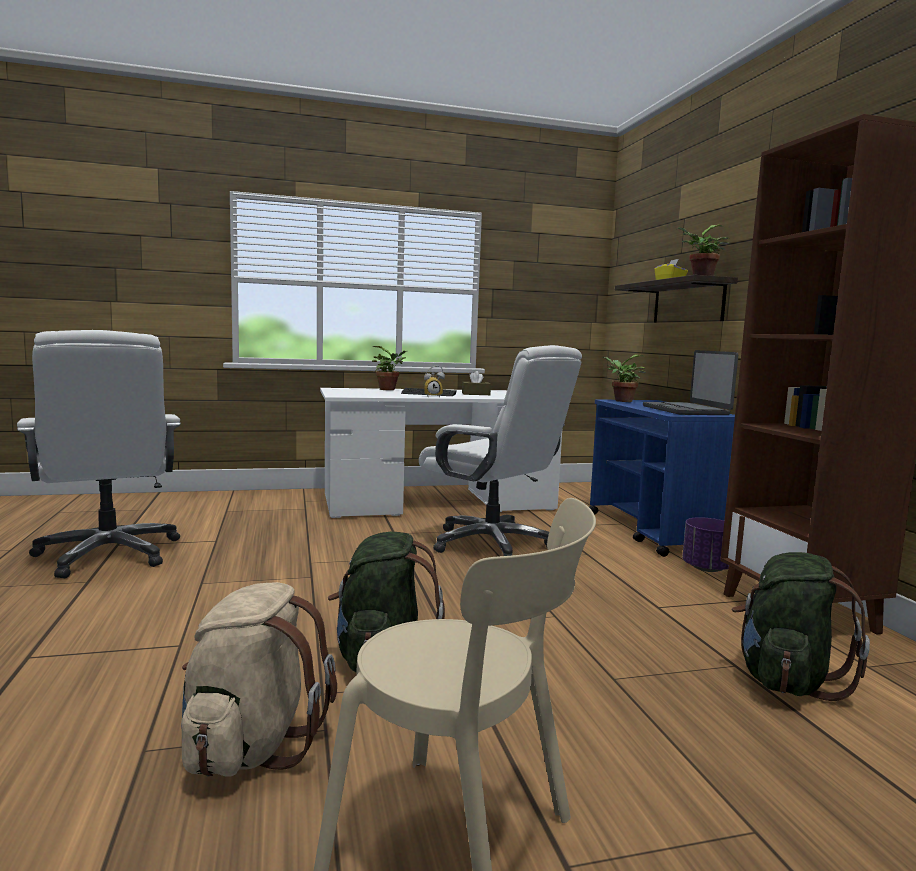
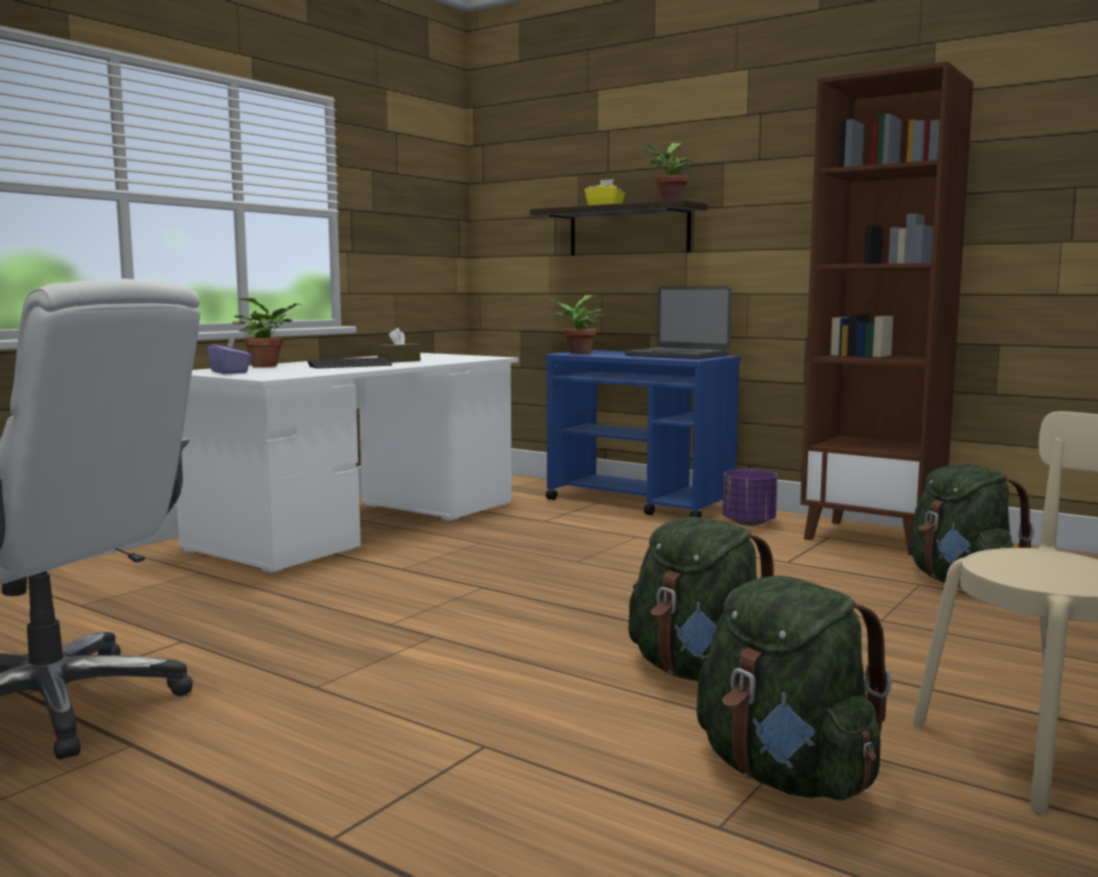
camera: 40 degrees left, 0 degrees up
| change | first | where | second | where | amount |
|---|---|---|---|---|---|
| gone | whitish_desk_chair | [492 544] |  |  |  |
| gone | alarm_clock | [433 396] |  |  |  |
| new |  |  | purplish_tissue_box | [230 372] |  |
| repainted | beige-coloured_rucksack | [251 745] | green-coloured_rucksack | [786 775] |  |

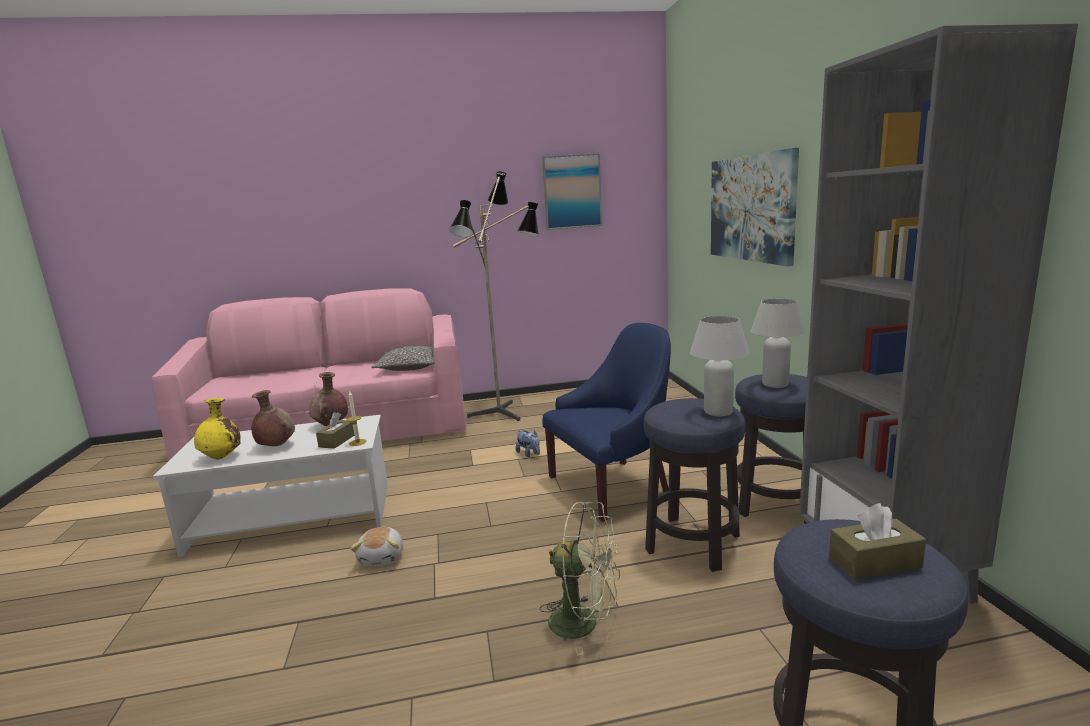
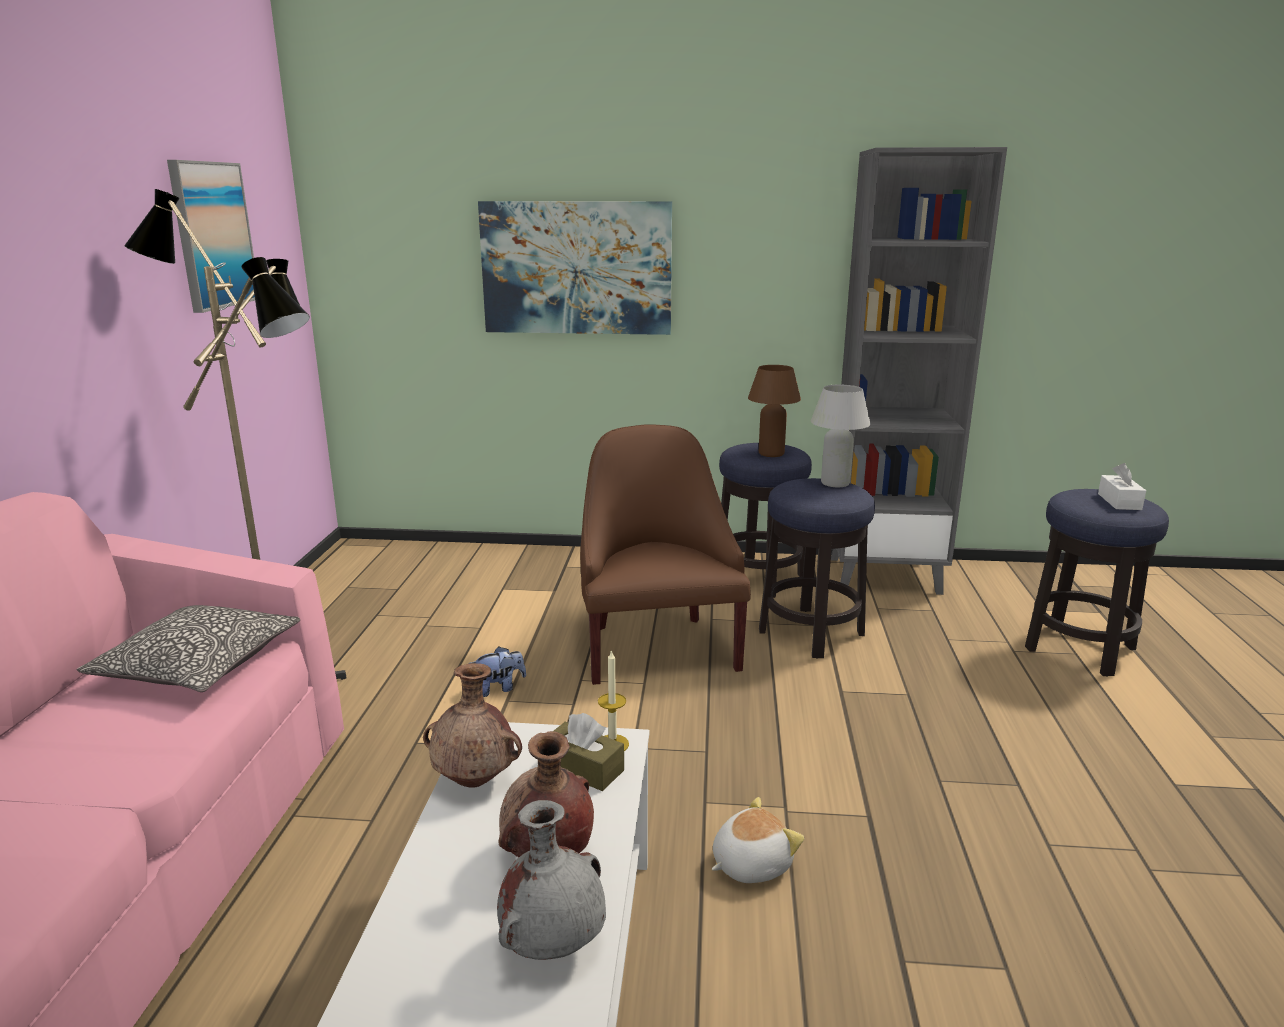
camera: 75 degrees left, 5 degrees up
| change | first | where | second | where | amount |
|---|---|---|---|---|---|
| gone | green-coloured_electric_fan | [584 623] |  |  |  |
| repainted | yellow_vase | [222 457] | gray_vase | [554 944] |  |
| repainted | blue_armchair | [612 486] | brownish_armchair | [657 647] |  |
| repainted | whitish_tabletop_lamp | [775 384] | brownish_tabletop_lamp | [771 454] |  |
| repainted | brownish_tissue_box | [874 562] | whitish_tissue_box | [1119 501] |  |
| rotated | cuddly_toy | [382 557] |  | [750 863] | 45 degrees counterclockwise |

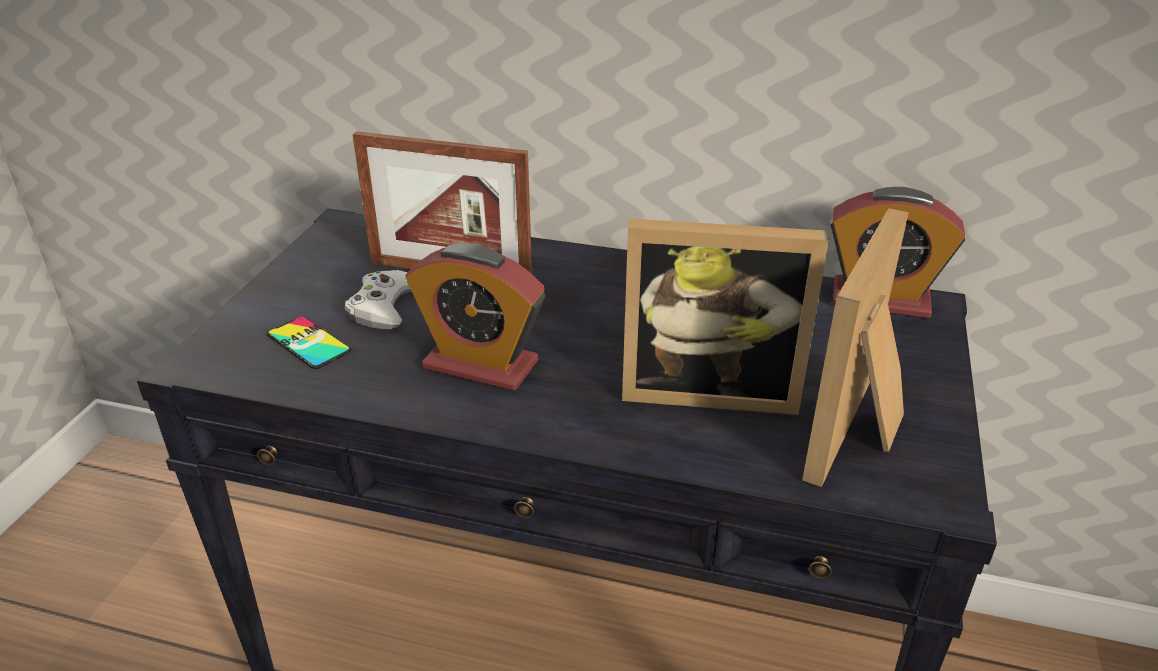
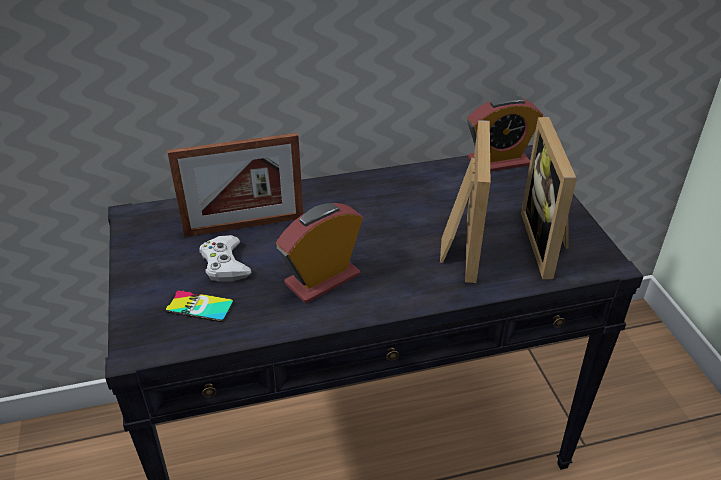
camera: 30 degrees left, 5 degrees up
| change | first | where | second | where | amount |
|---|---|---|---|---|---|
| rotated | alarm_clock | [480 365] |  | [322 279] | 150 degrees clockwise |
| rotated | picture_frame | [709 389] |  | [458 246] | 60 degrees counterclockwise |

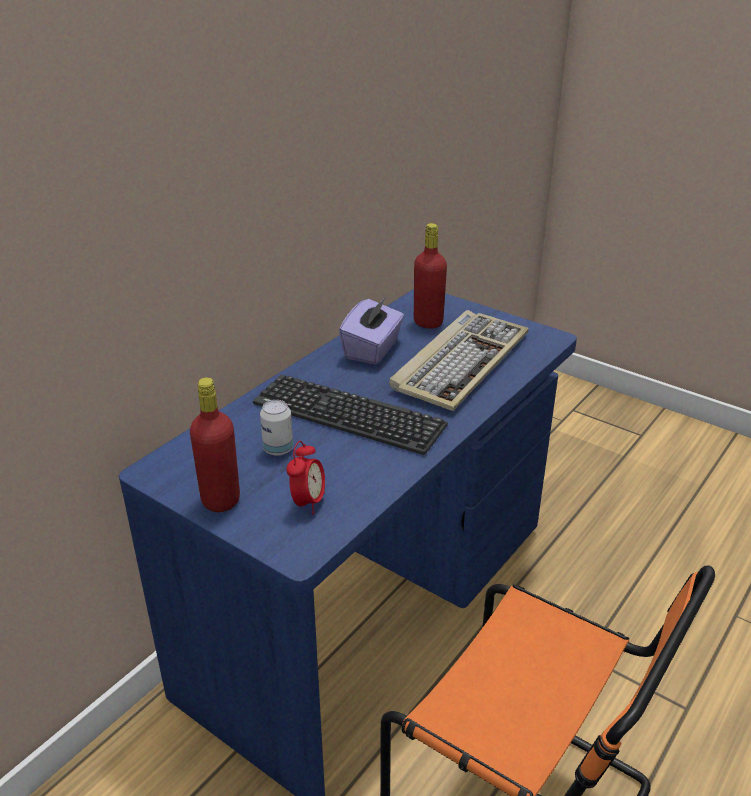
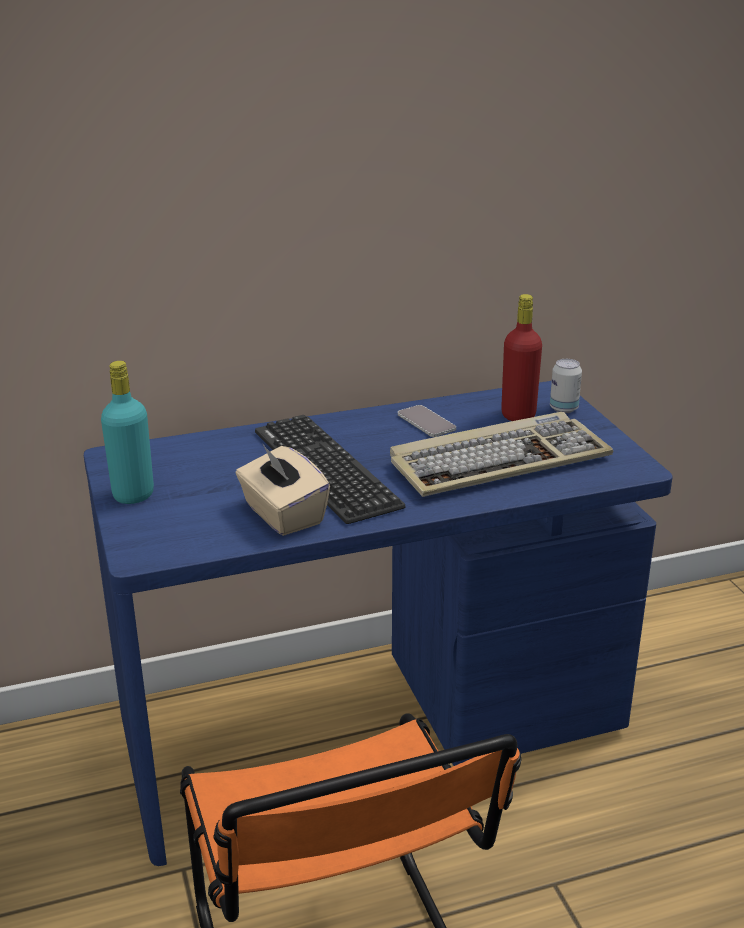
camera: 35 degrees right, 5 degrees down
| change | first | where | second | where | amount |
|---|---|---|---|---|---|
| gone | alarm_clock | [308 502] |  |  |  |
| new |  |  | beige-coloured_tissue_box | [282 515] |  |
| shifted | metal_can | [278 449] |  | [563 409] |  |
| swapped | purplish_tissue_box | [372 349] | phone | [426 422] |  |
| repainted | reddish_drink_bottle | [221 500] | turquoise-coloured_drink_bottle | [133 495] |  |

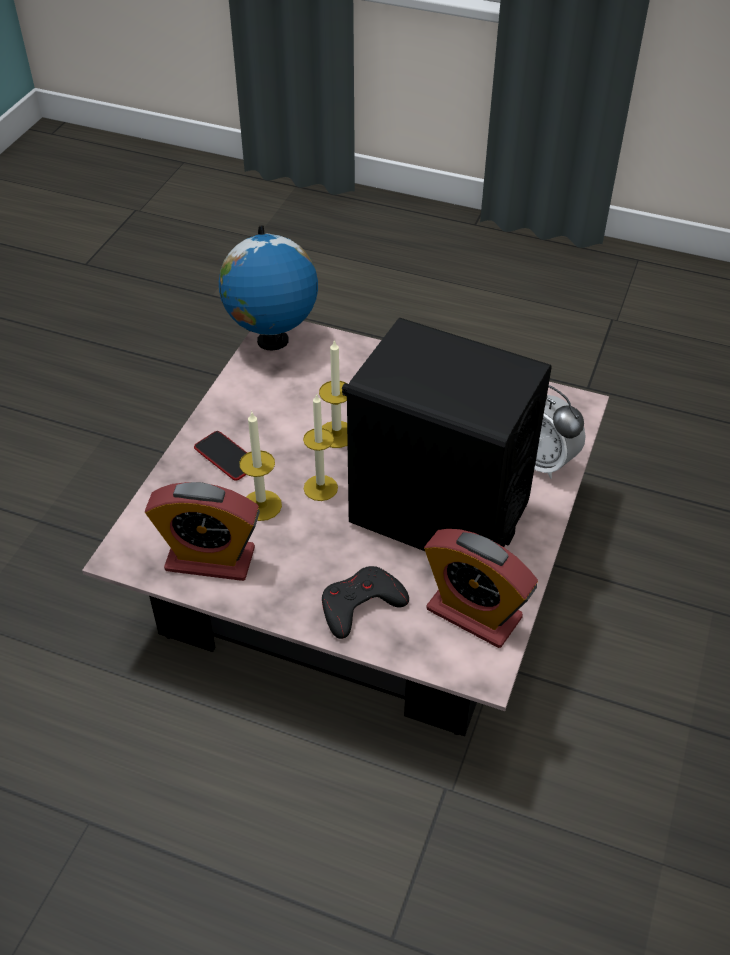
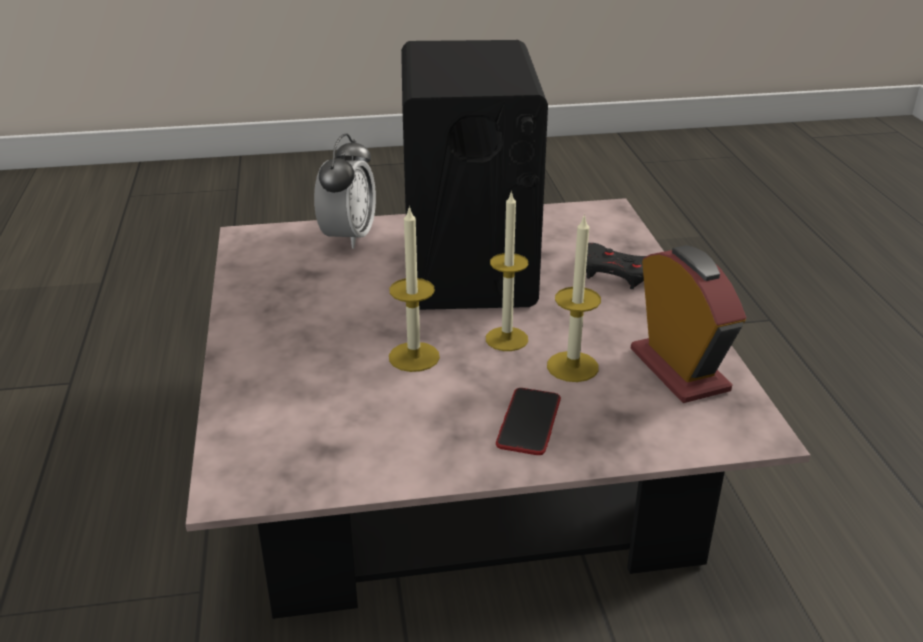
camera: 120 degrees left, 15 degrees down
| change | first | where | second | where | amount |
|---|---|---|---|---|---|
| gone | world_globe | [272 341] |  |  |  |
| gone | alarm_clock | [474 613] |  |  |  |

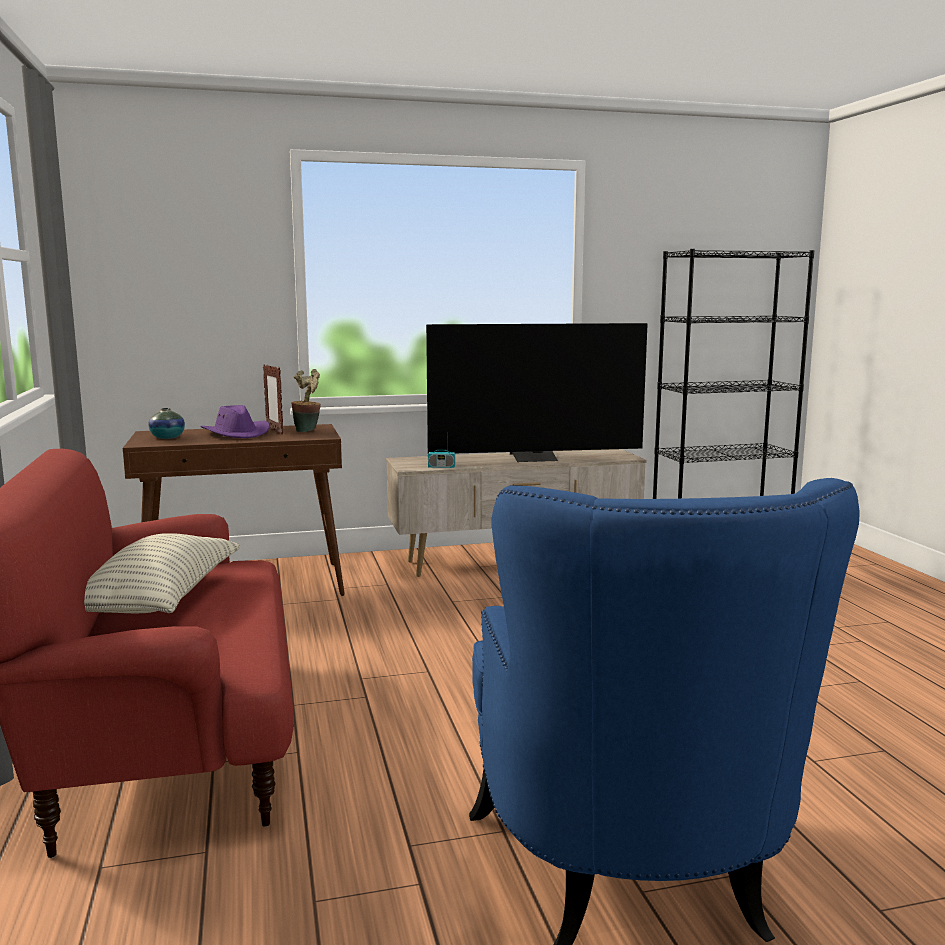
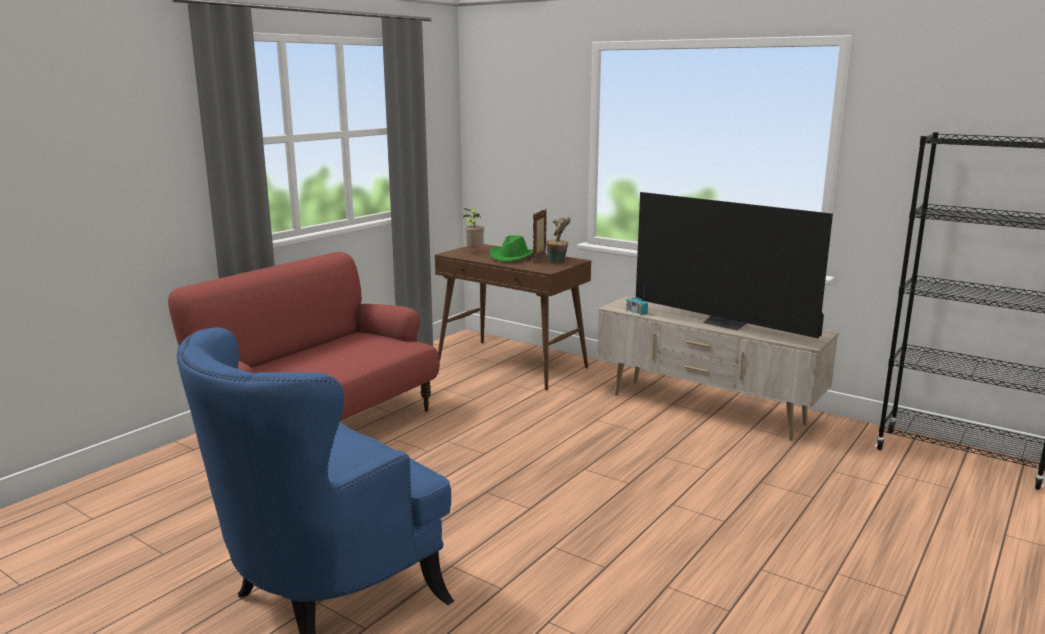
camera: 50 degrees right, 5 degrees up
| change | first | where | second | where | amount |
|---|---|---|---|---|---|
| gone | throw_pillow | [158 601] |  |  |  |
| swapped | vase | [167 437] | potted_plant | [474 251] |  |
| repainted | purplish_hat | [237 434] | green-coloured_hat | [513 257] |  |

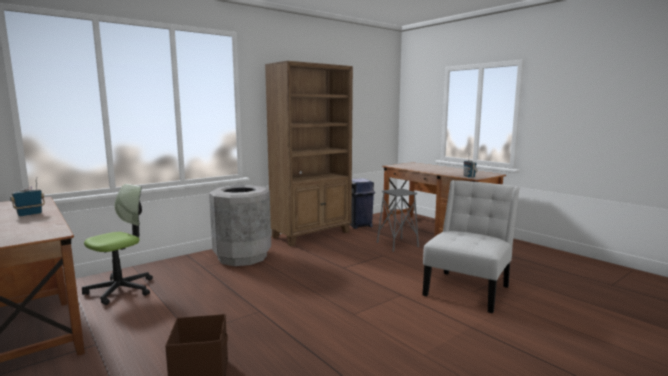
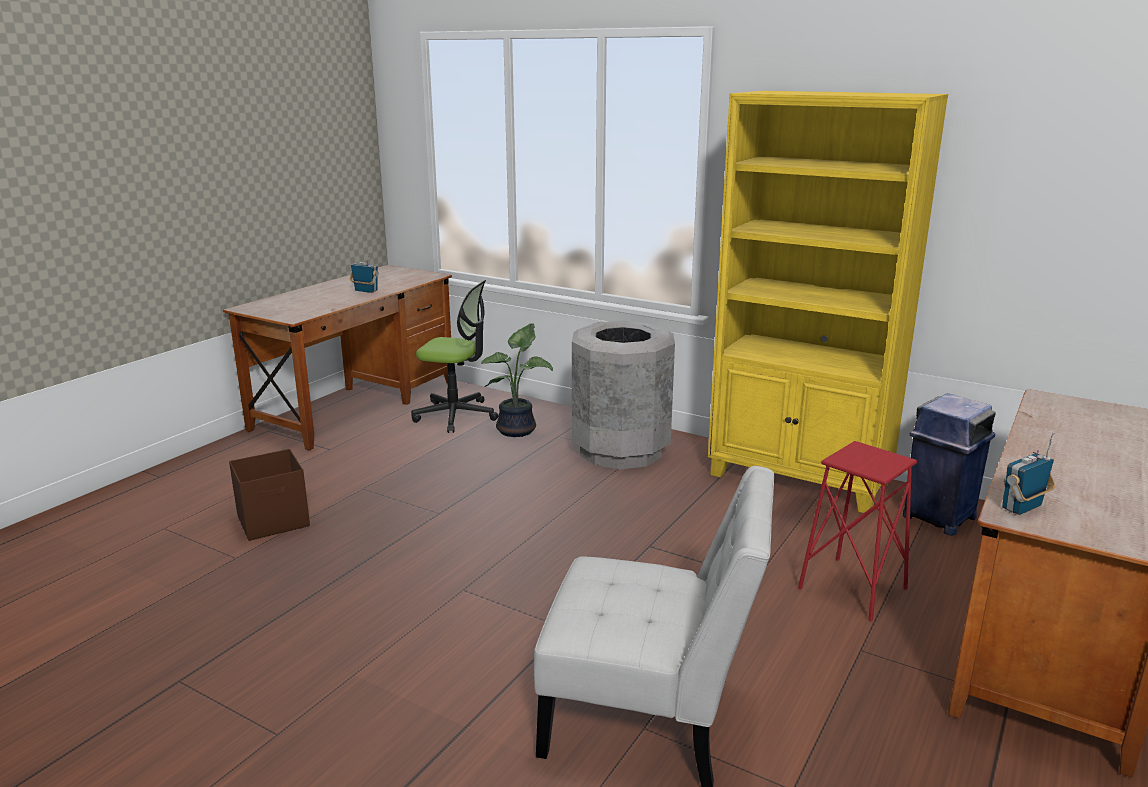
camera: 70 degrees right, 10 degrees up
| change | first | where | second | where | amount |
|---|---|---|---|---|---|
| new |  |  | potted_plant | [519 430] |  |
| repainted | brownish_shelving_unit | [312 234] | yellow_shelving_unit | [800 479] |  |
| repainted | gray_stool_seat | [397 245] | reddish_stool_seat | [852 588] |  |

